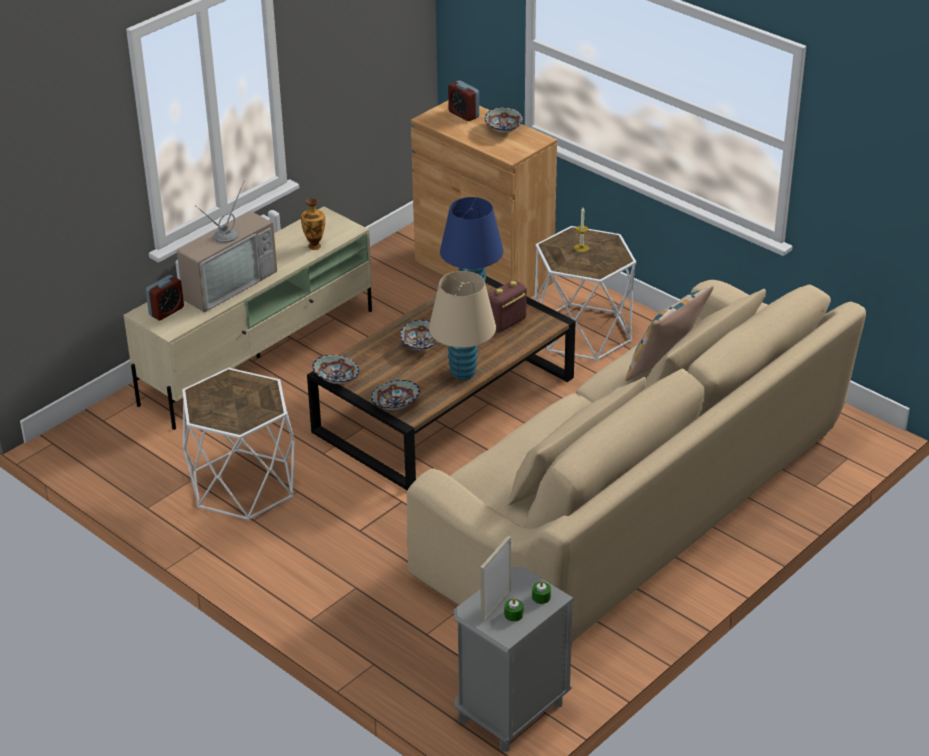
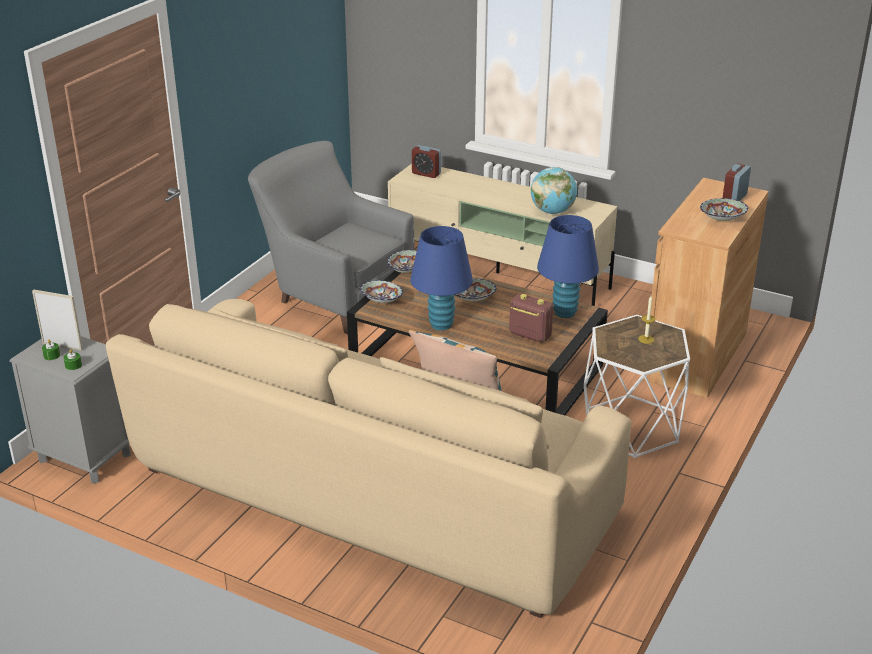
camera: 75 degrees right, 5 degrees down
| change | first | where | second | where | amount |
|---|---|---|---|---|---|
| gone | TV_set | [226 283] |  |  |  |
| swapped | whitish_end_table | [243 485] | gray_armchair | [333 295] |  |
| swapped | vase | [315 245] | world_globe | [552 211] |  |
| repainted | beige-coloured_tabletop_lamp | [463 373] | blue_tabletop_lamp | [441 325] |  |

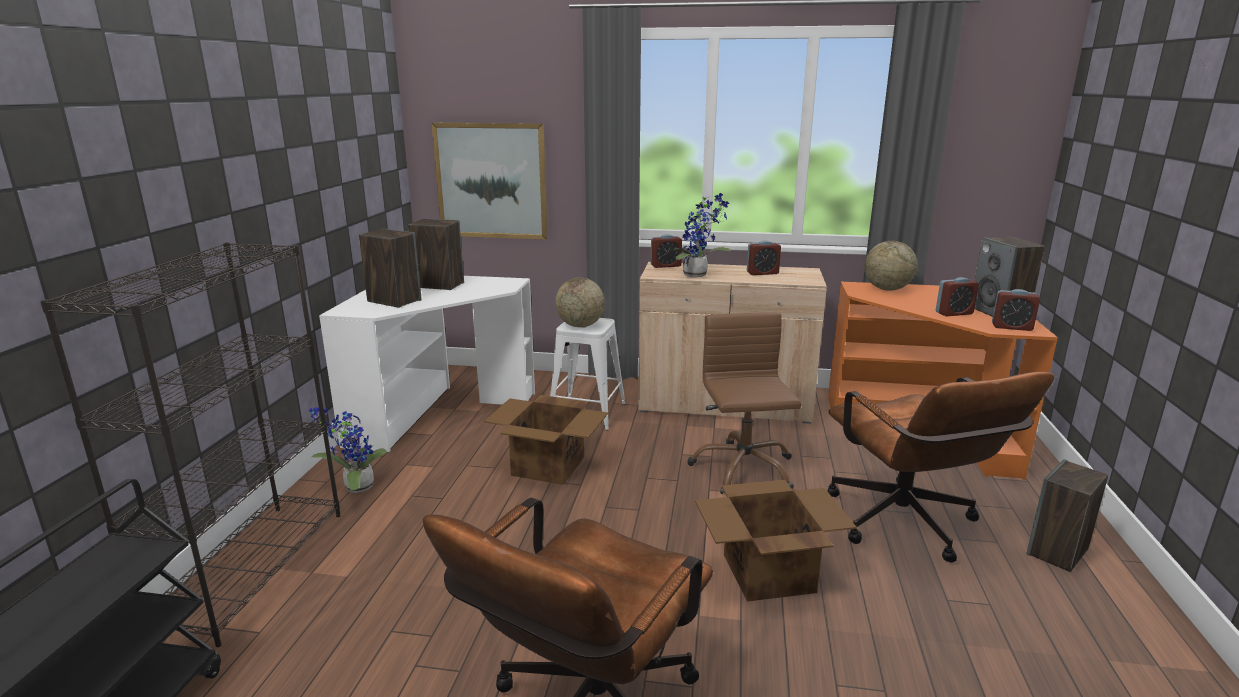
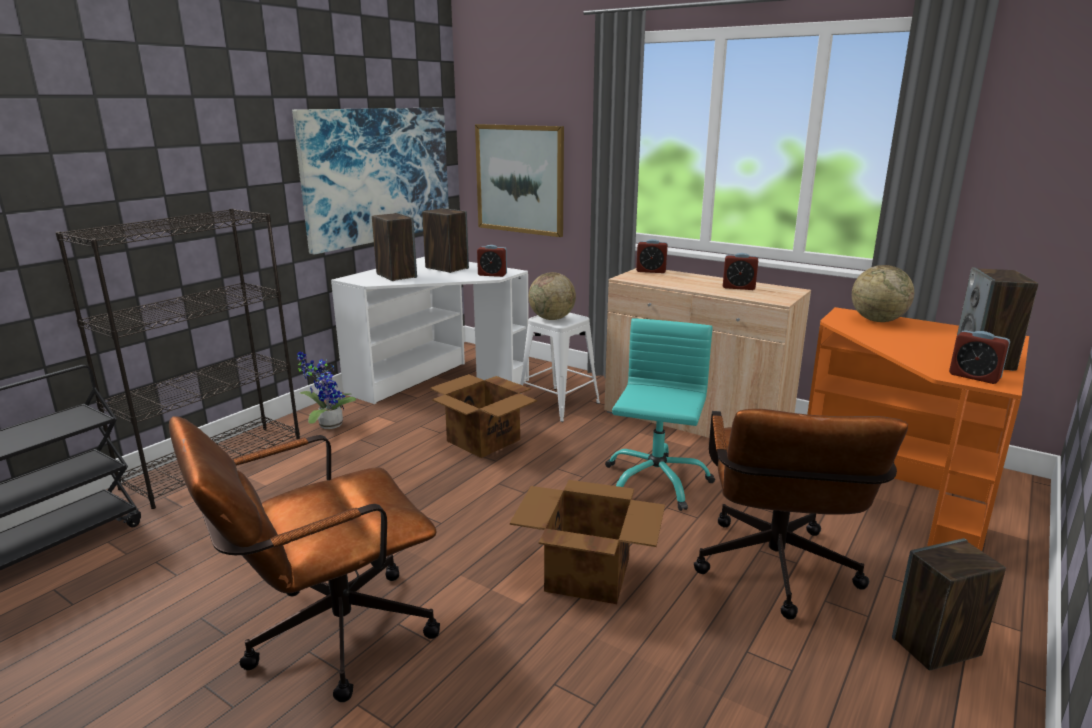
camera: 25 degrees right, 0 degrees up
| change | first | where | second | where | amount |
|---|---|---|---|---|---|
| gone | potted_plant | [698 275] |  |  |  |
| new |  |  | wall_picture | [378 175] |  |
| shifted | alarm_clock | [954 313] |  | [492 275] |  |
| repainted | brownish_desk_chair | [743 469] | turquoise-coloured_desk_chair | [655 481] |  |

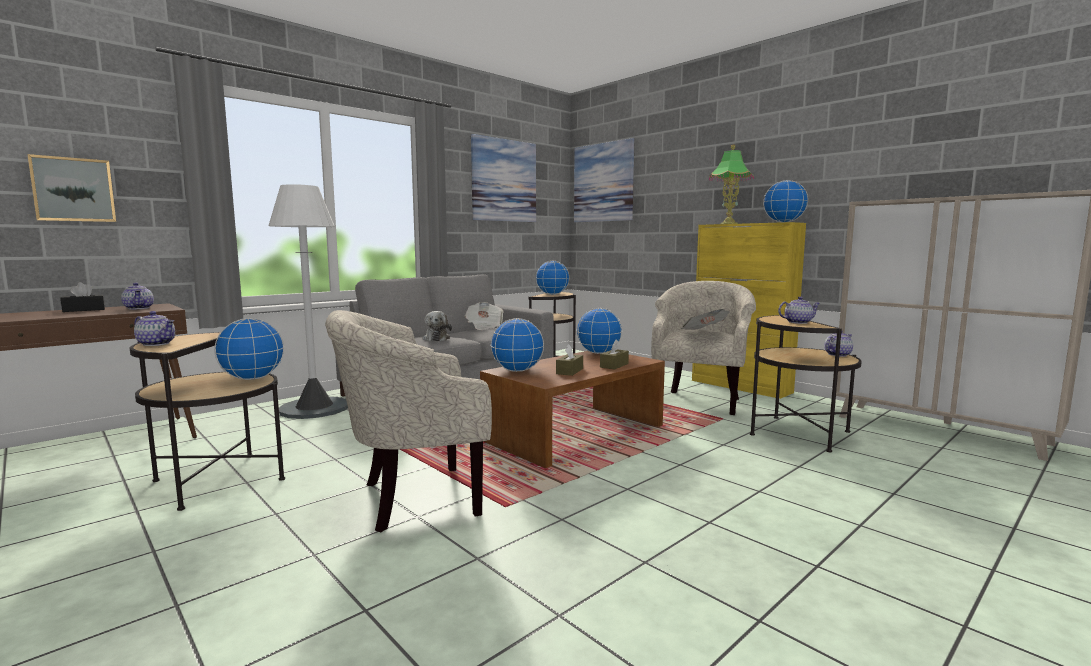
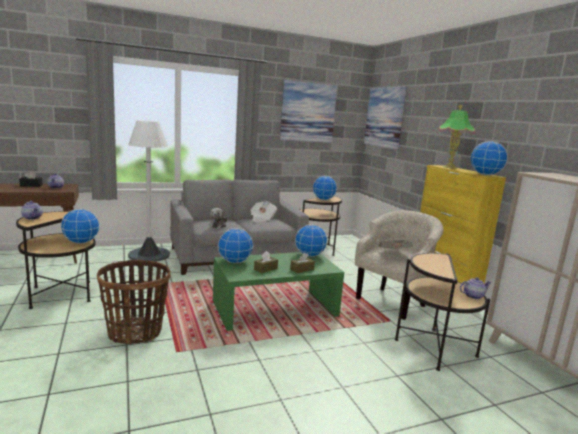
camera: 20 degrees right, 5 degrees up
| change | first | where | second | where | amount |
|---|---|---|---|---|---|
| gone | wall_picture | [73 190] |  |  |  |
| gone | tea_pot | [798 322] |  |  |  |
| swapped | beige-coloured_armchair | [412 499] | household_basket | [135 332] |  |
| repainted | brownish_low_table | [574 433] | green-coloured_low_table | [274 308] |  |

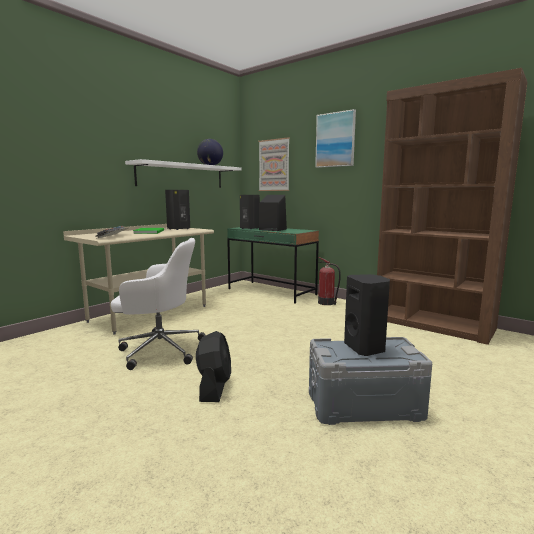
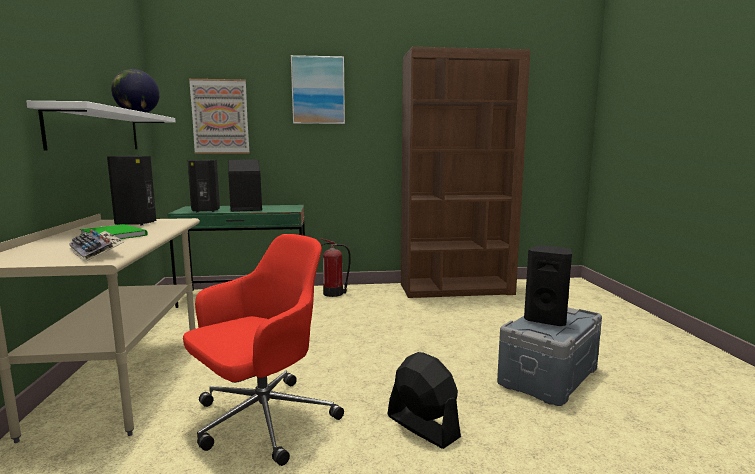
camera: 45 degrees left, 0 degrees up
| change | first | where | second | where | amount |
|---|---|---|---|---|---|
| repainted | whitish_desk_chair | [159 349] | reddish_desk_chair | [261 420] |  |

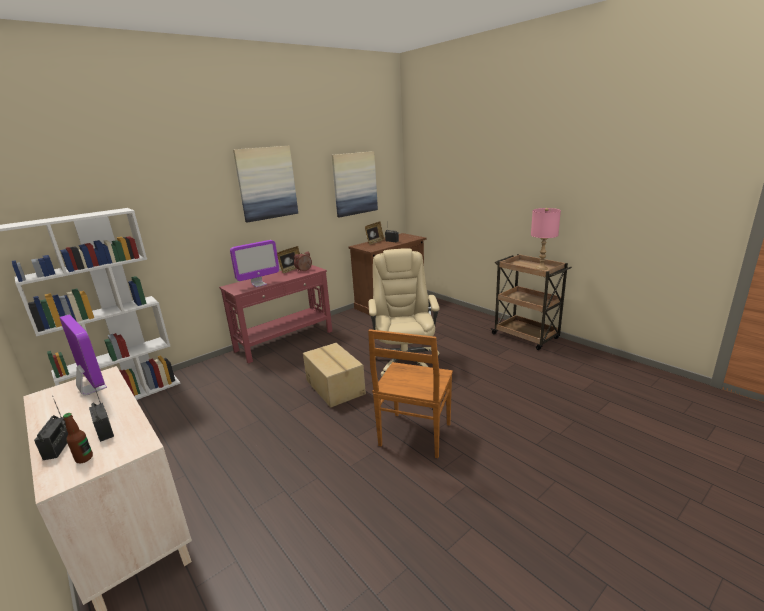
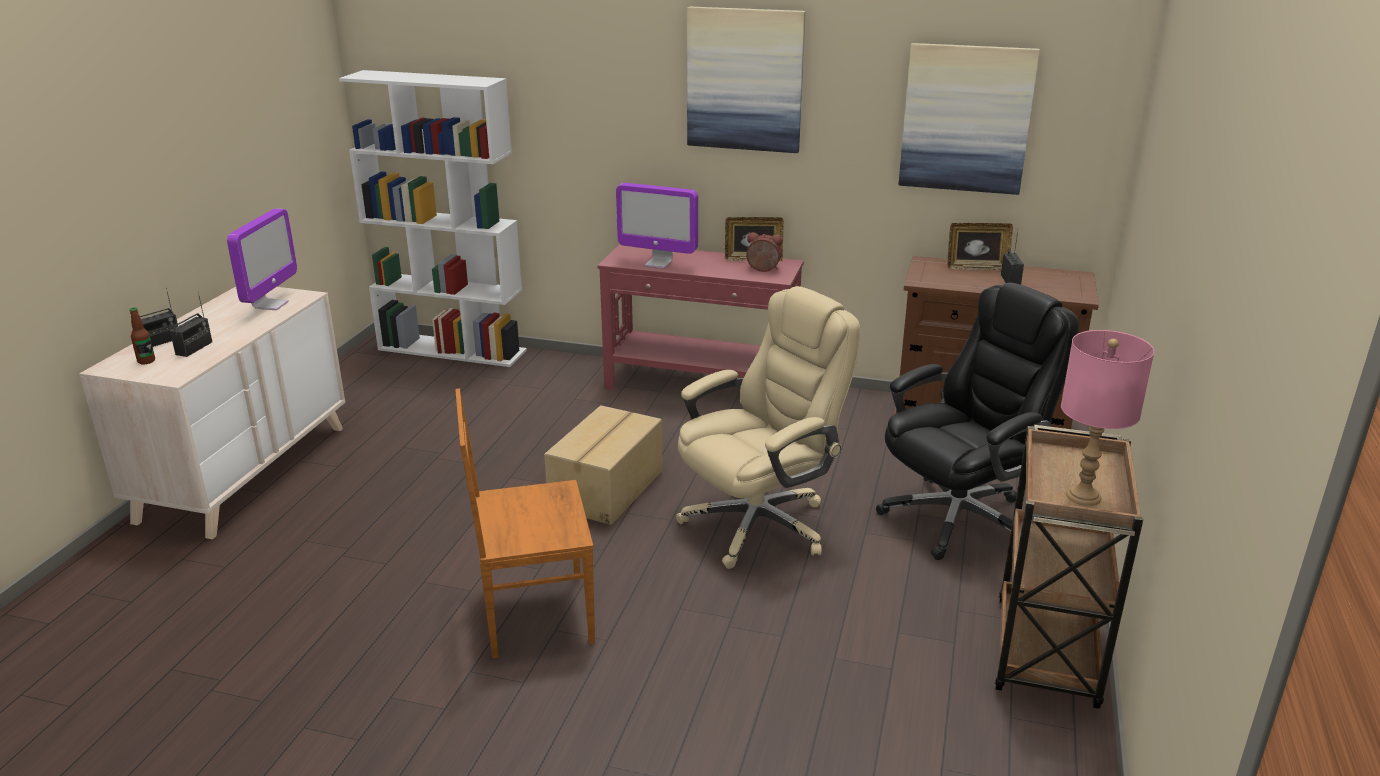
camera: 55 degrees right, 5 degrees up
| change | first | where | second | where | amount |
|---|---|---|---|---|---|
| new |  |  | black_desk_chair | [959 517] |  |

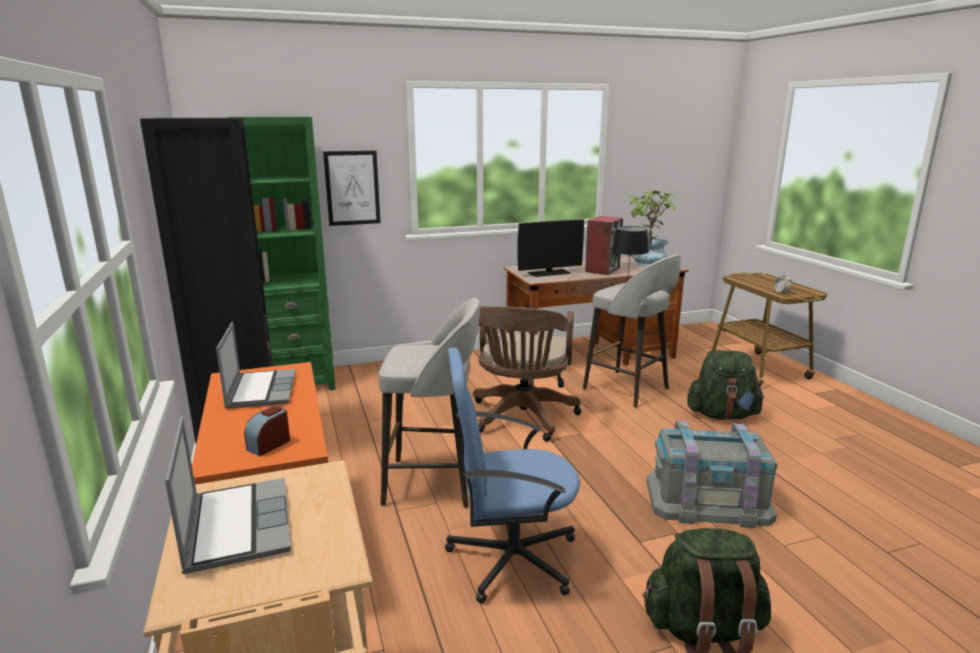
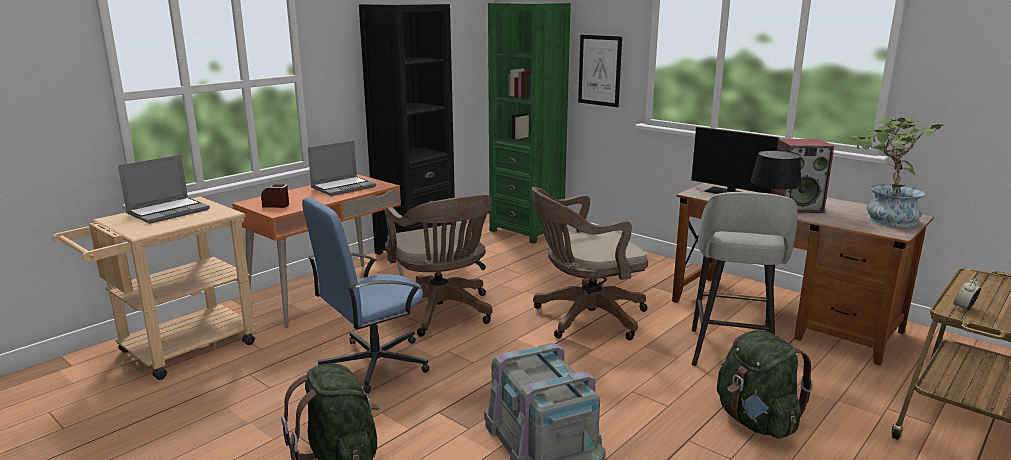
camera: 60 degrees right, 0 degrees up
| change | first | where | second | where | amount |
|---|---|---|---|---|---|
| swapped | gray_stool_seat | [433 483] | brownish_desk_chair | [442 313] |  |
| rotated | blue_desk_chair | [510 558] |  | [373 364] | 90 degrees counterclockwise |

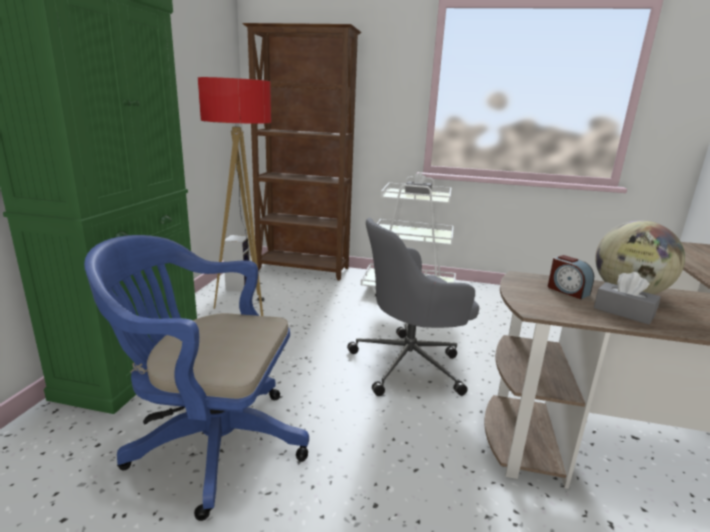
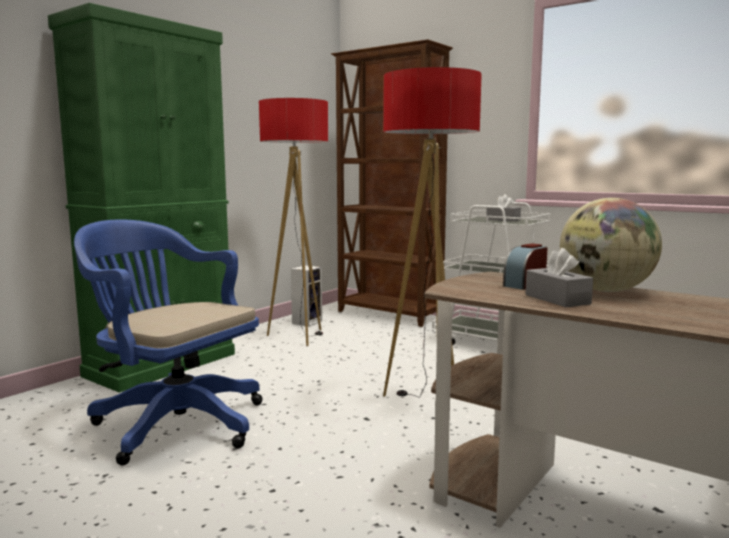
camera: 25 degrees right, 10 degrees down
| change | first | where | second | where | amount |
|---|---|---|---|---|---|
| swapped | gray_desk_chair | [410 364] | standard_lamp | [425 401] |  |
| rotated | alarm_clock | [567 291] |  | [525 284] | 60 degrees clockwise |

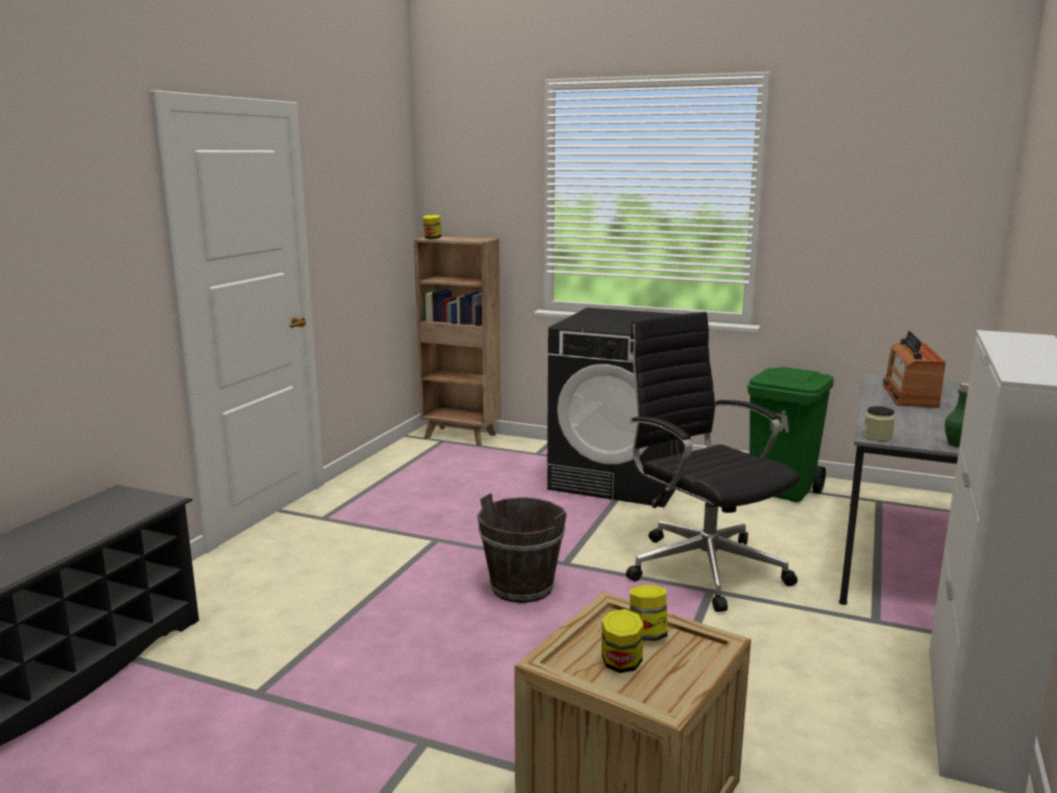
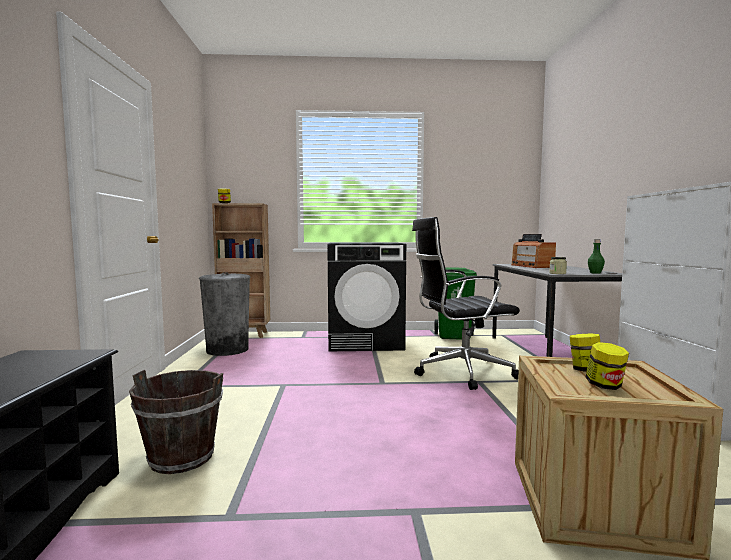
camera: 25 degrees left, 10 degrees down
| change | first | where | second | where | amount |
|---|---|---|---|---|---|
| new |  |  | gray_rubbish_bin | [227 350] |  |
| shifted | brownish_bucket | [521 588] |  | [181 458] |  |
| rotated | black_desk_chair | [703 567] |  | [460 372] | 45 degrees counterclockwise |

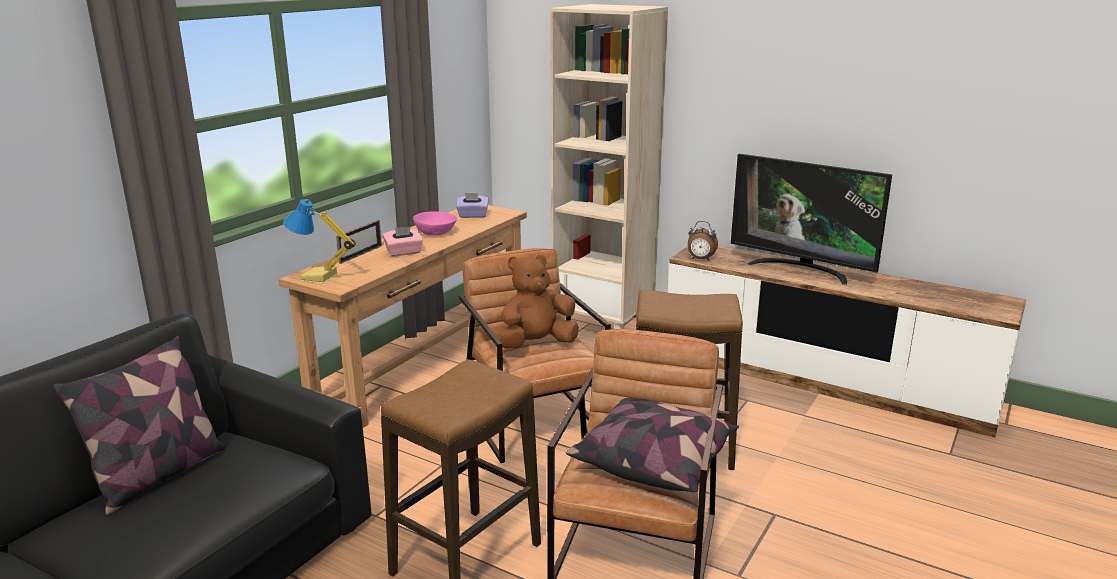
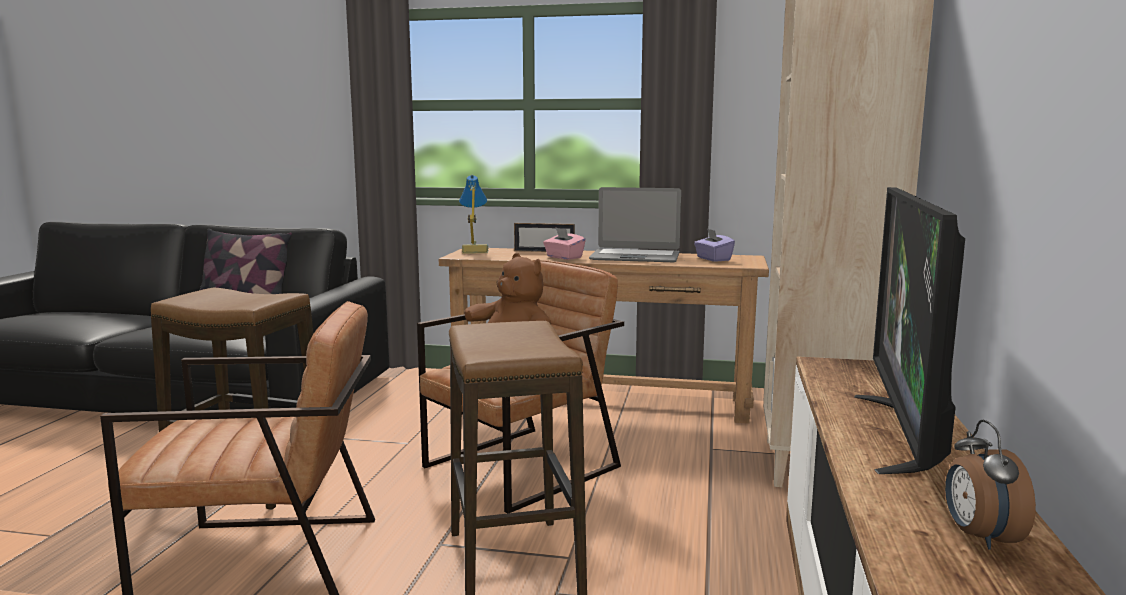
camera: 70 degrees right, 10 degrees down
| change | first | where | second | where | amount |
|---|---|---|---|---|---|
| gone | throw_pillow | [654 461] |  |  |  |
| shifted | alarm_clock | [700 259] |  | [979 537] |  |
| swapped | pink-coloured_bowl | [435 233] | notebook_computer | [635 257] |  |

